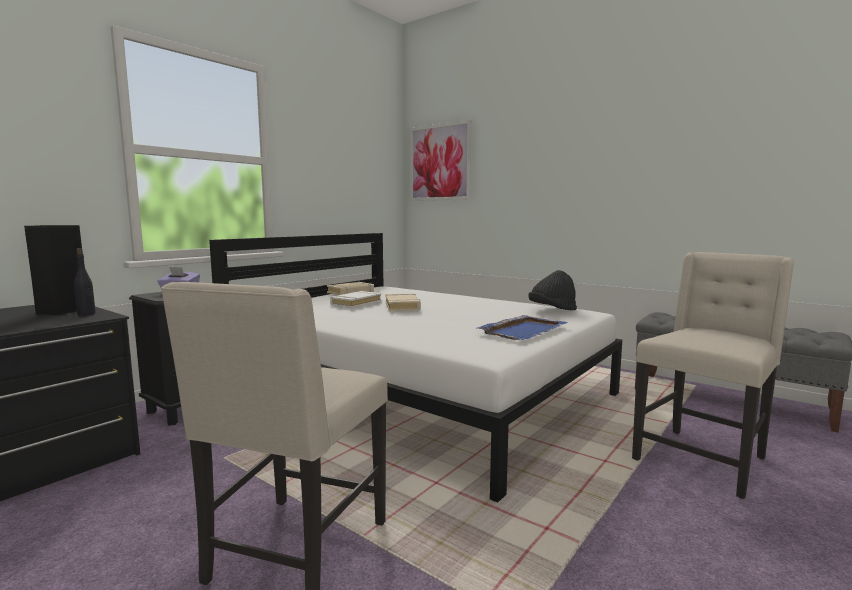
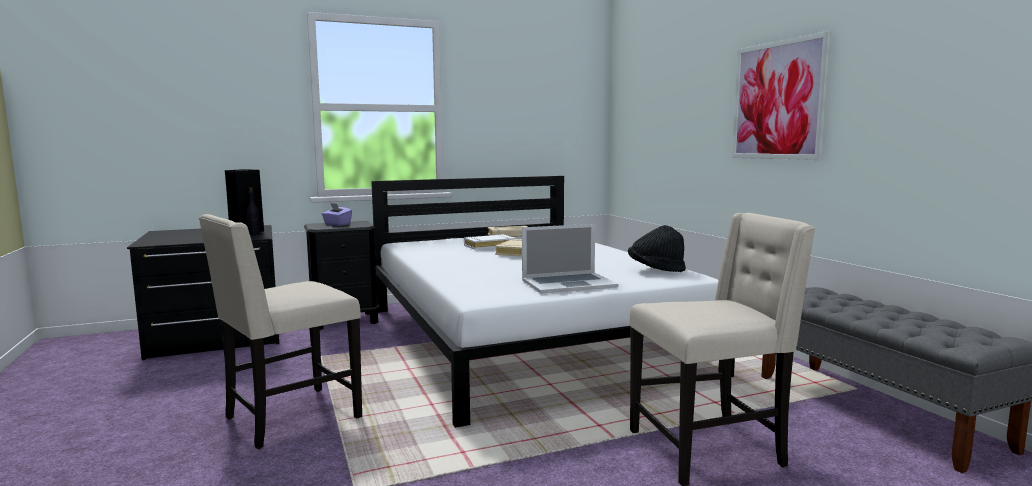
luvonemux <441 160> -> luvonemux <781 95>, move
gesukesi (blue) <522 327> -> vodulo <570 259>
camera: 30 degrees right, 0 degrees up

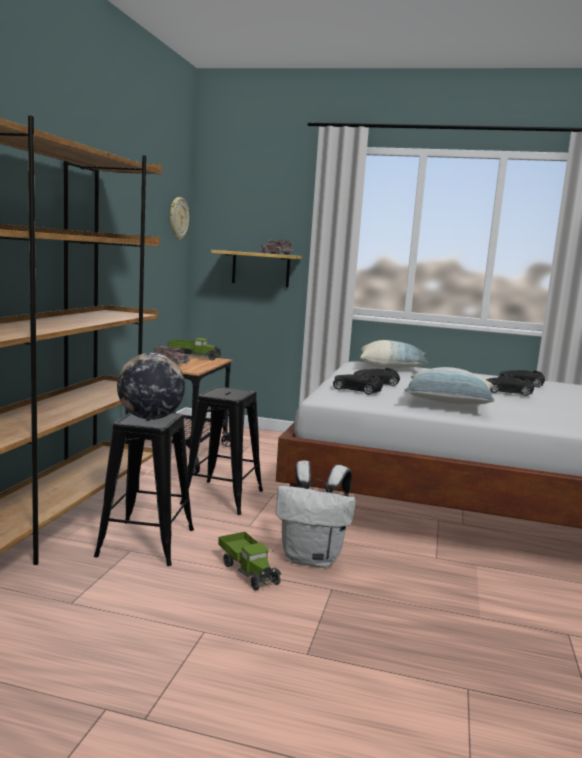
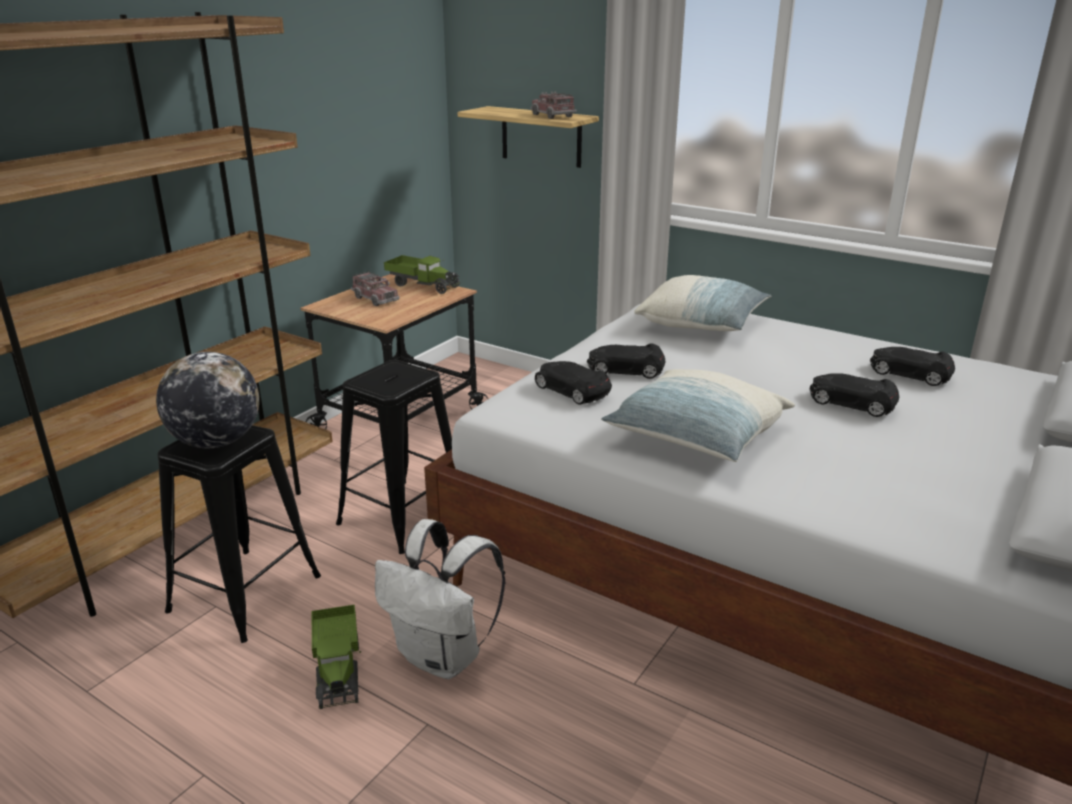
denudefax <179 218> -> none
camera: 20 degrees right, 15 degrees up

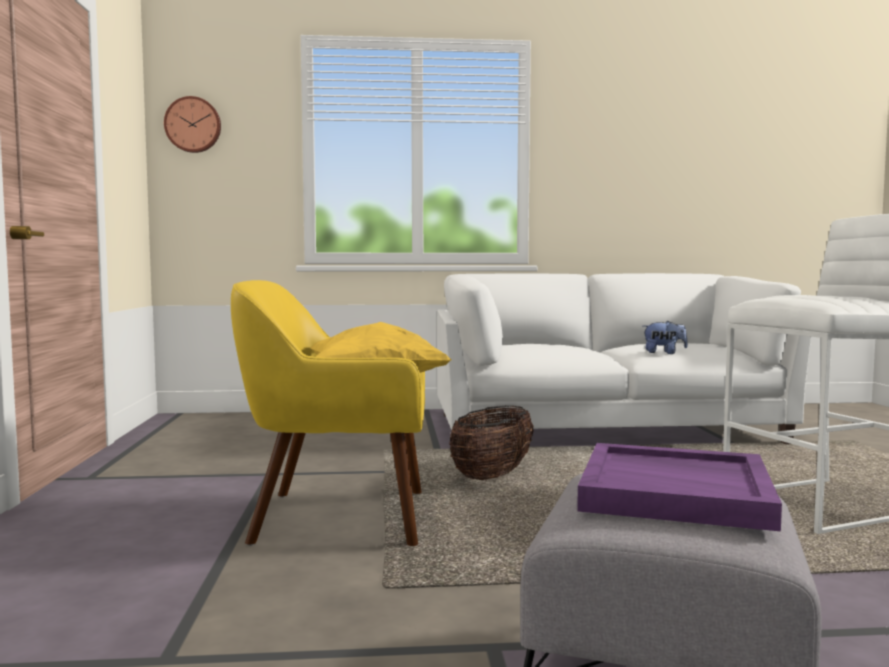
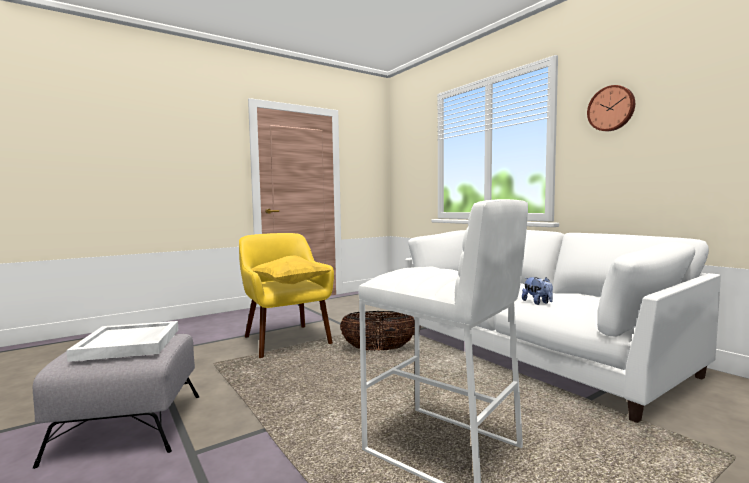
denudefax <192 124> -> denudefax <611 108>, move
gesukesi (purple) <679 487> -> gesukesi (white) <122 341>
camera: 60 degrees right, 0 degrees up

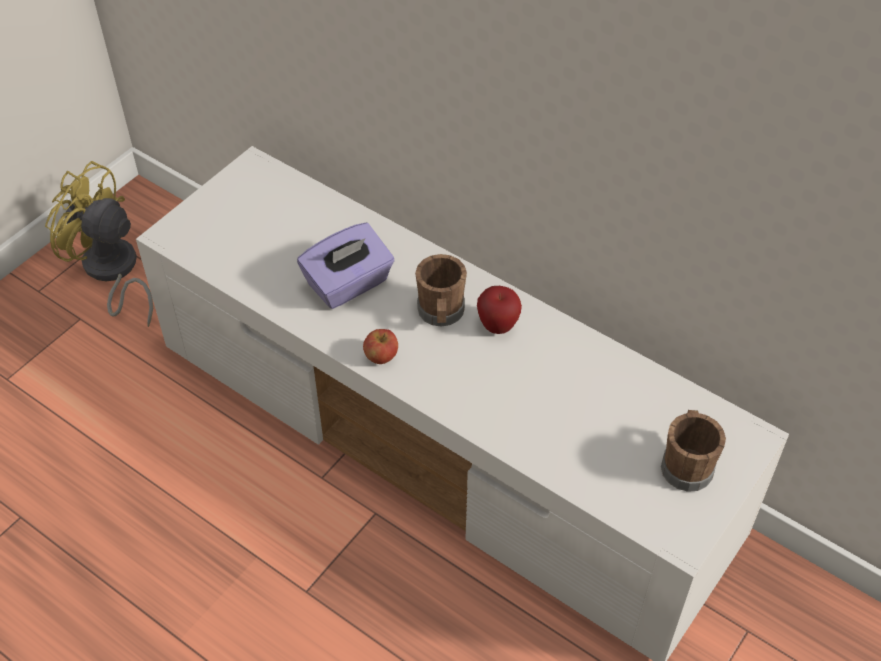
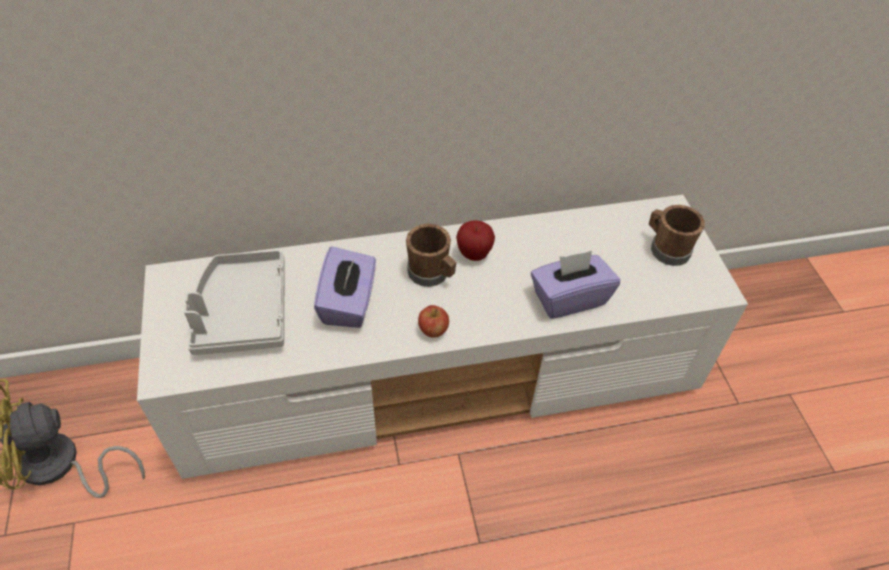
none -> gesukesi (grey) <234 302>
none -> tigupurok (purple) <575 285>
camera: 50 degrees left, 0 degrees up

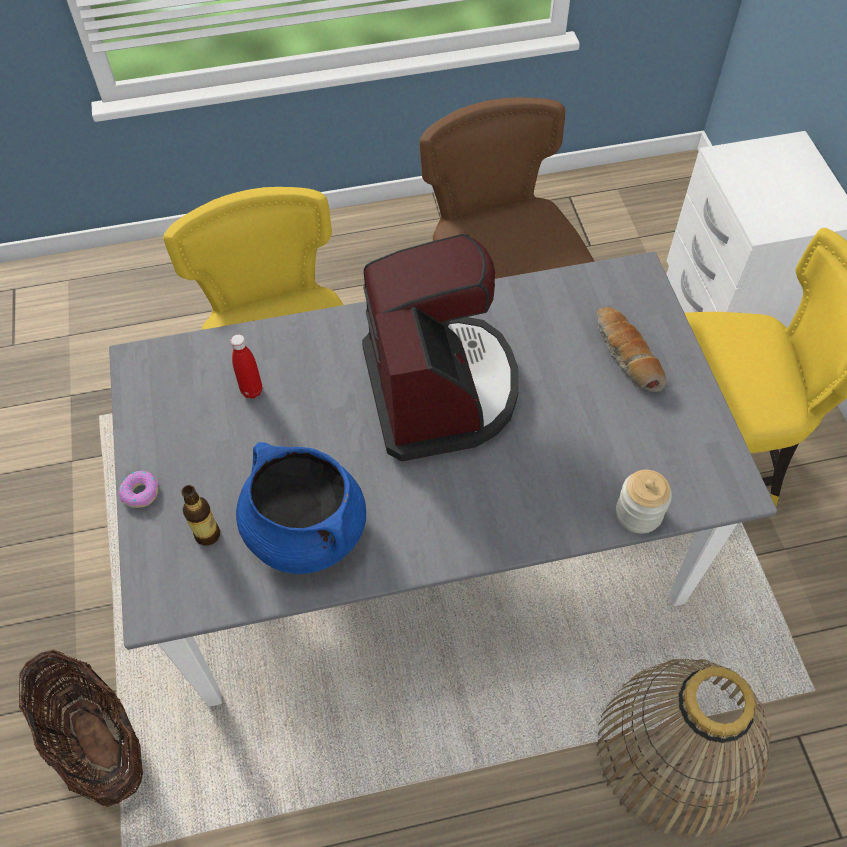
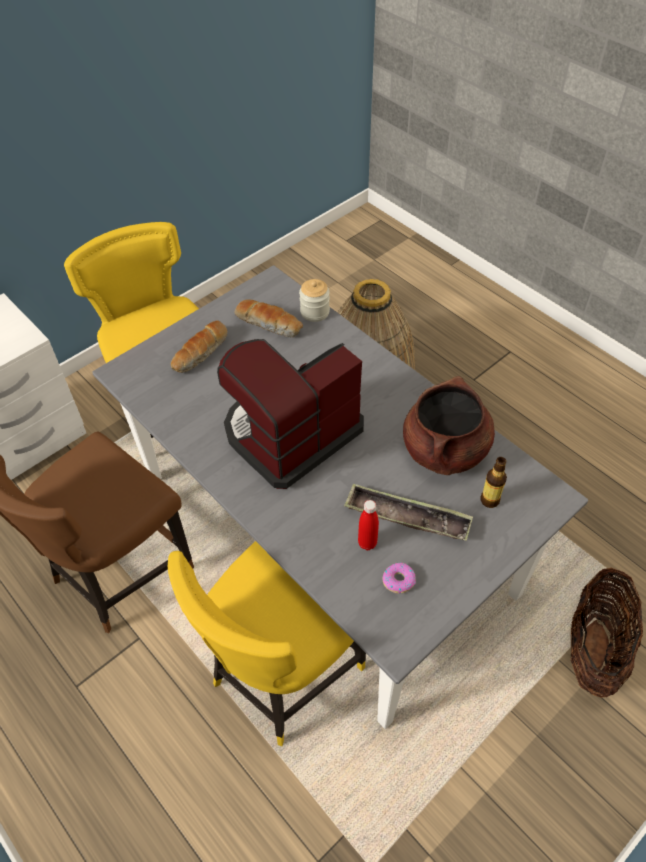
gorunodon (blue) <301 508> -> gorunodon (brown) <449 425>
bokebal <139 489> -> bokebal <399 578>, move
none -> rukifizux <269 318>
none -> gesukesi <408 512>
camera: 120 degrees left, 5 degrees down

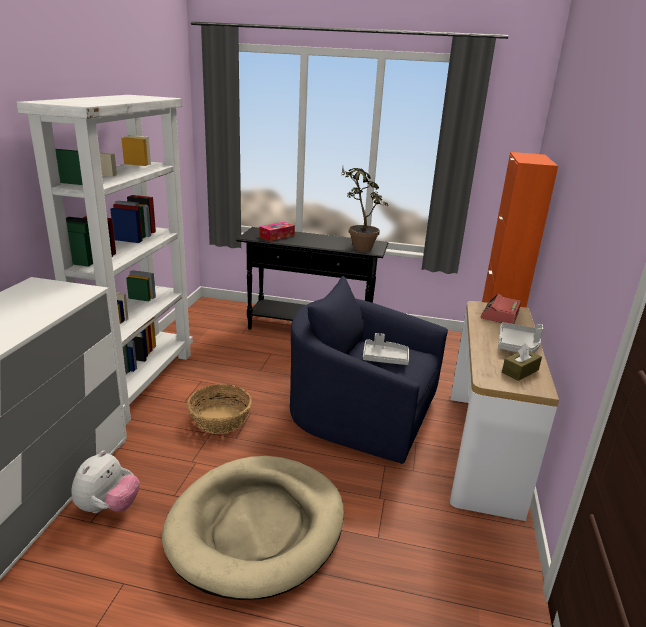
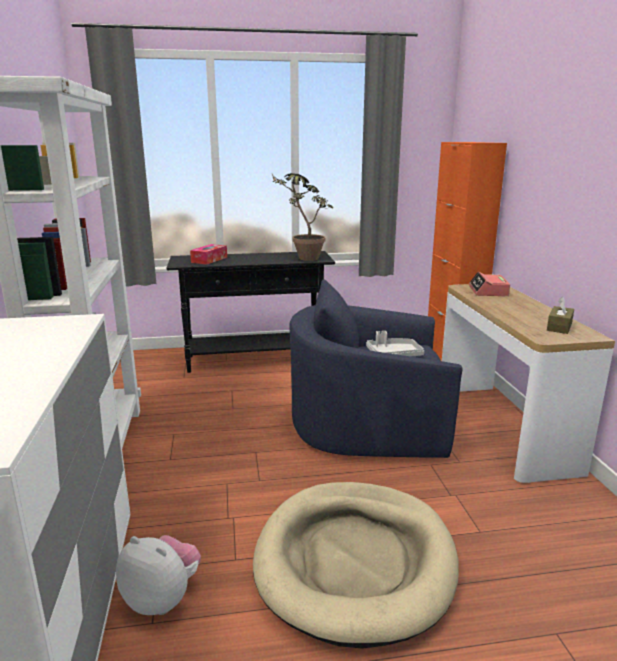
gesukesi (grey) <520 337> -> none
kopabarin <219 409> -> none
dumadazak <105 481> -> dumadazak <158 575>, 60 degrees counterclockwise
camera: 20 degrees left, 5 degrees down

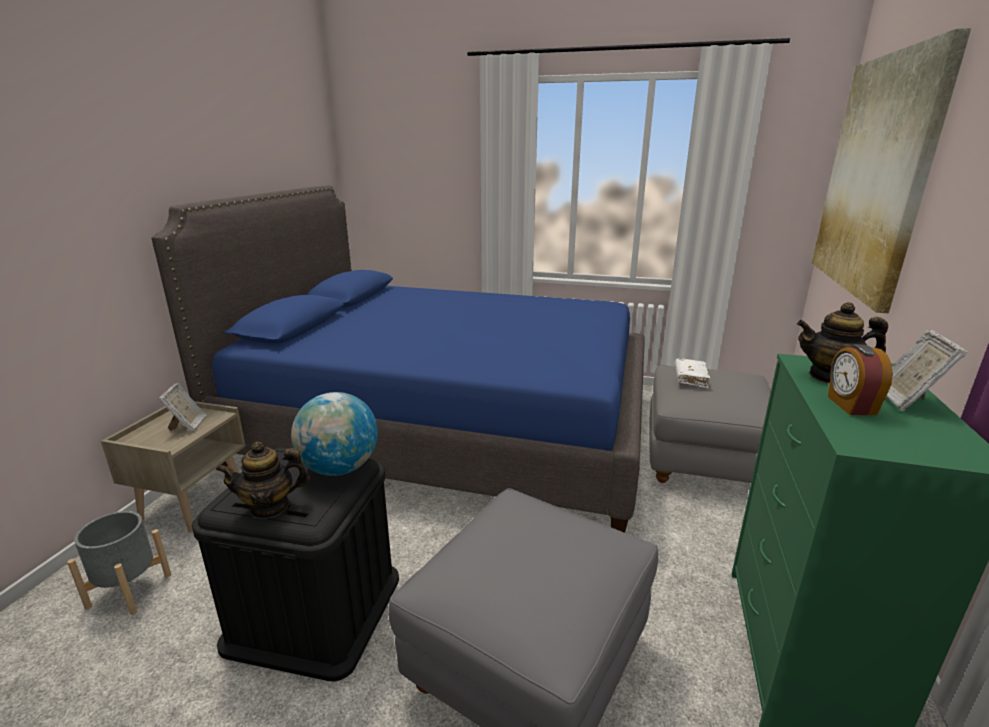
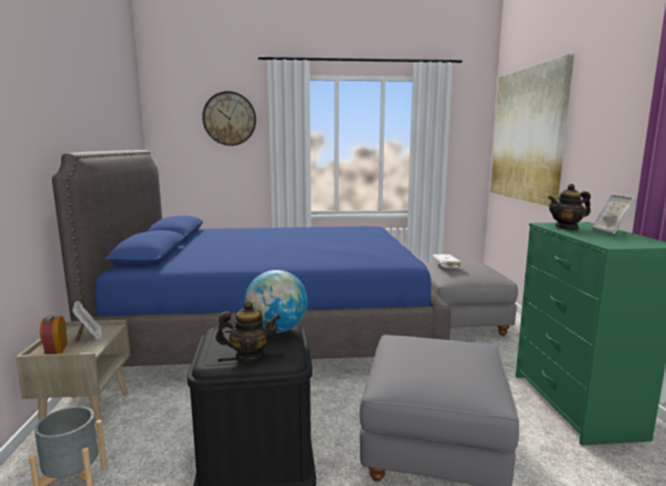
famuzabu <860 379> -> famuzabu <53 334>, move
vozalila <263 480> -> vozalila <248 331>, 150 degrees counterclockwise
none -> denudefax <229 118>
camera: 20 degrees left, 10 degrees down

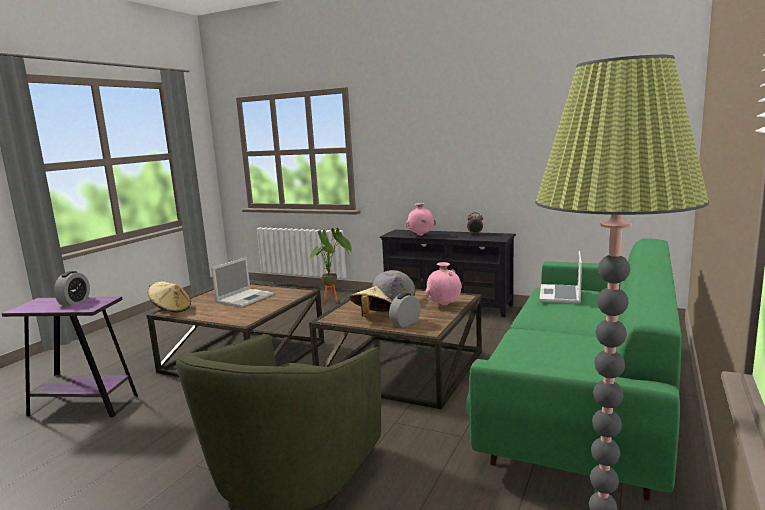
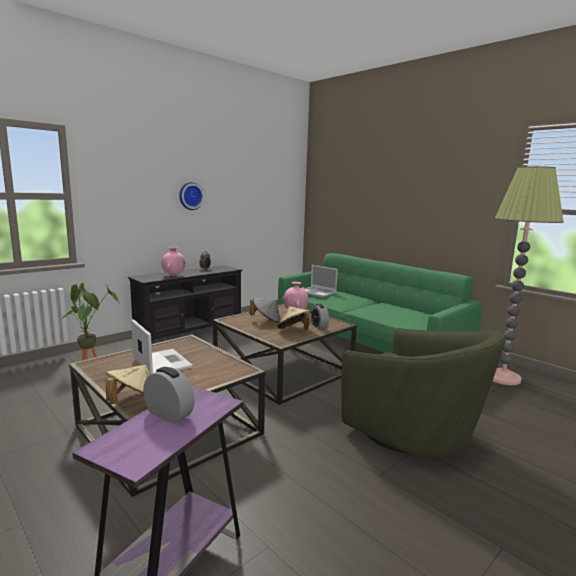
none -> denudefax <191 196>
camera: 70 degrees left, 0 degrees up

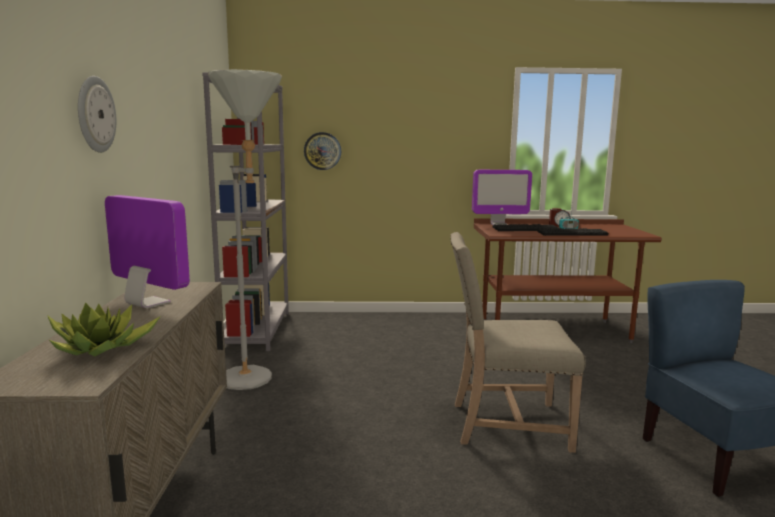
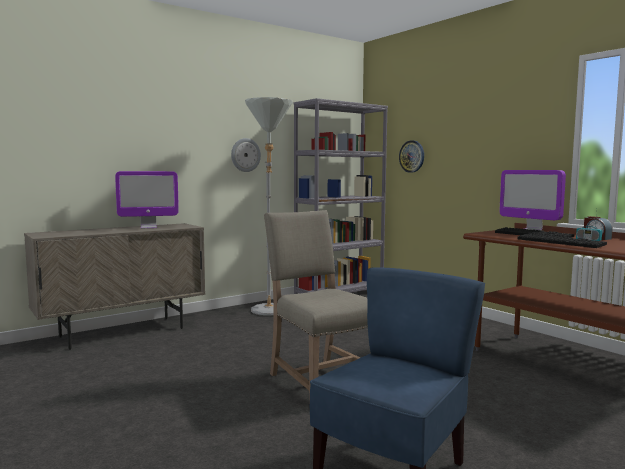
denudefax <97 114> -> denudefax <246 155>, move
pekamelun <147 251> -> pekamelun <147 200>, 75 degrees clockwise
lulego <103 329> -> none
camera: 55 degrees right, 5 degrees down

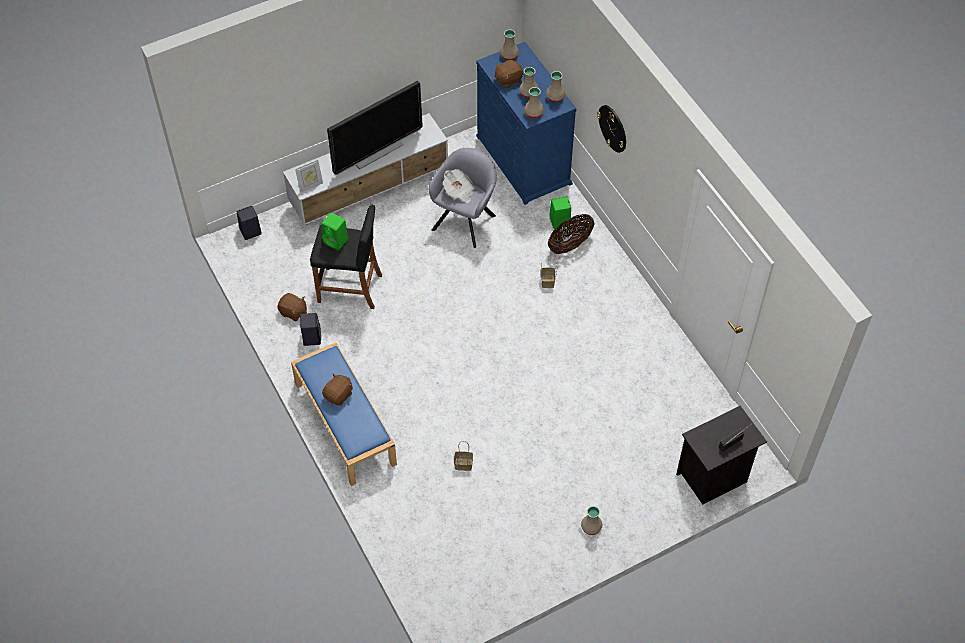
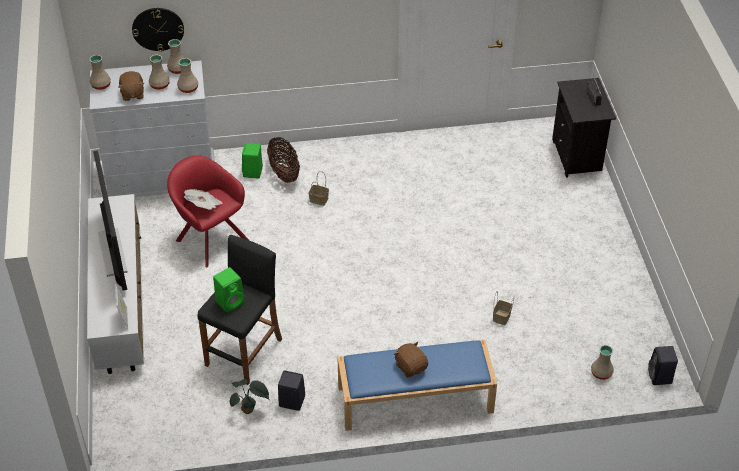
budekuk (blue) <526 123> -> budekuk (white) <152 129>
denudefax <611 129> -> denudefax <158 30>, move
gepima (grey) <463 198> -> gepima (red) <208 211>
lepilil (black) <249 223> -> lepilil (black) <663 365>, move
dumadazak (brown) <292 307> -> lulego <249 396>
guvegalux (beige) <591 520> -> guvegalux (beige) <602 362>, move
camera: 70 degrees left, 10 degrees down

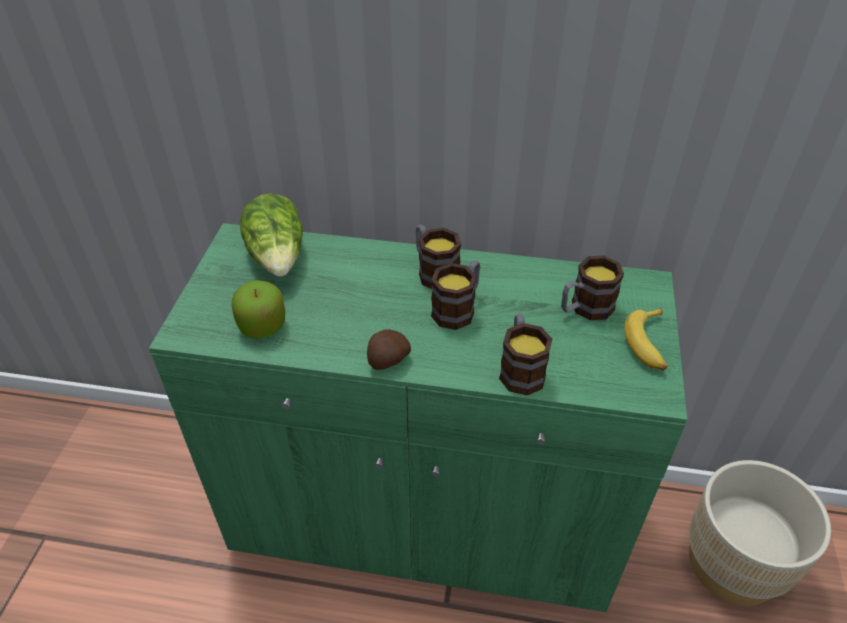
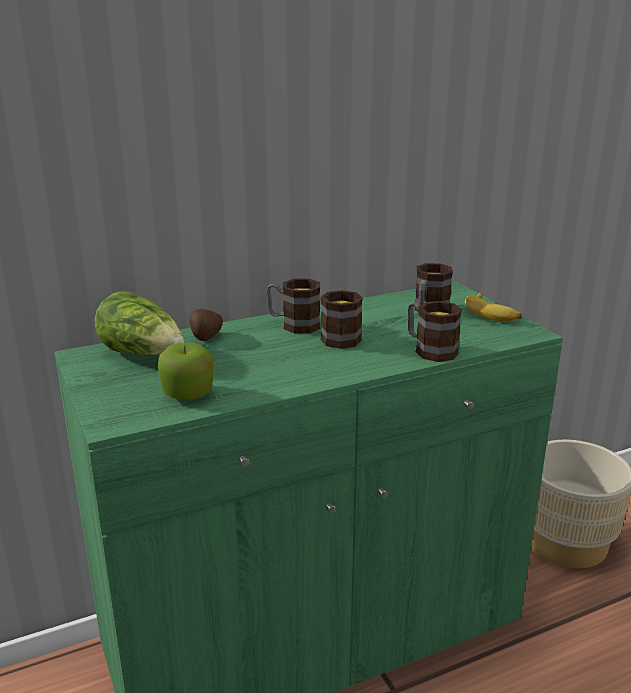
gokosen <389 349> -> gokosen <206 325>, move
camera: 35 degrees left, 20 degrees down

